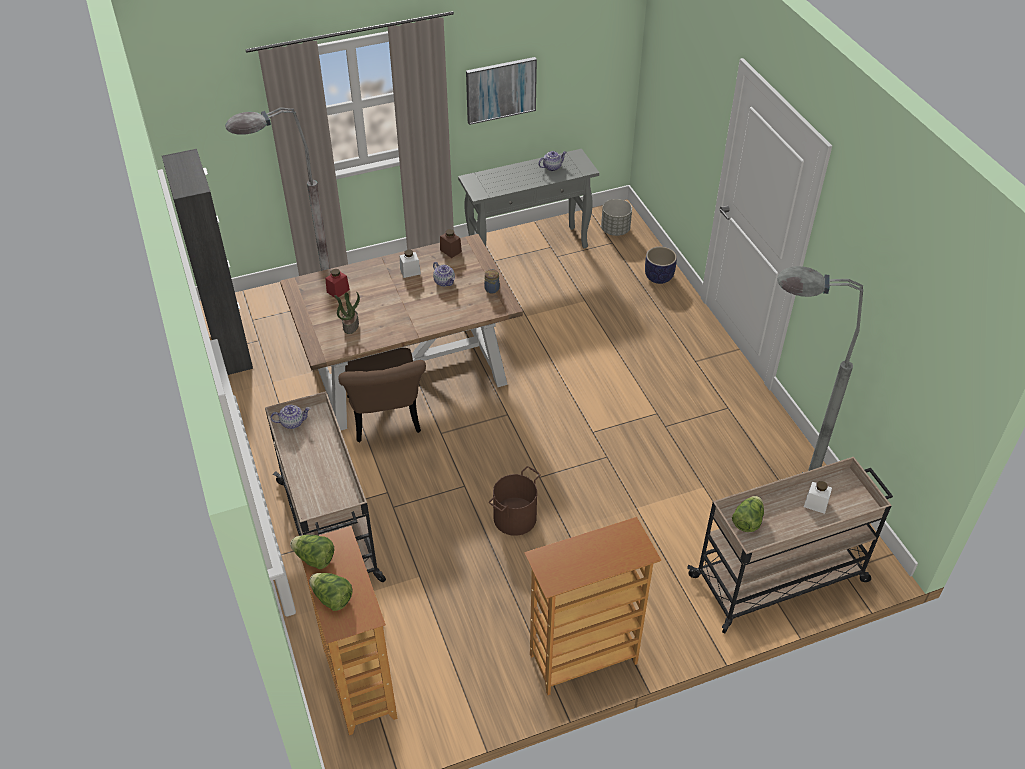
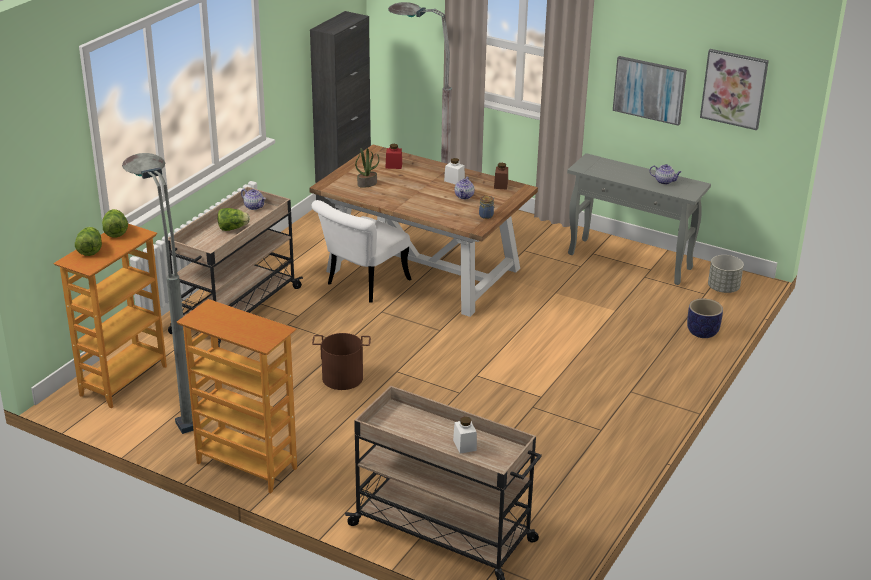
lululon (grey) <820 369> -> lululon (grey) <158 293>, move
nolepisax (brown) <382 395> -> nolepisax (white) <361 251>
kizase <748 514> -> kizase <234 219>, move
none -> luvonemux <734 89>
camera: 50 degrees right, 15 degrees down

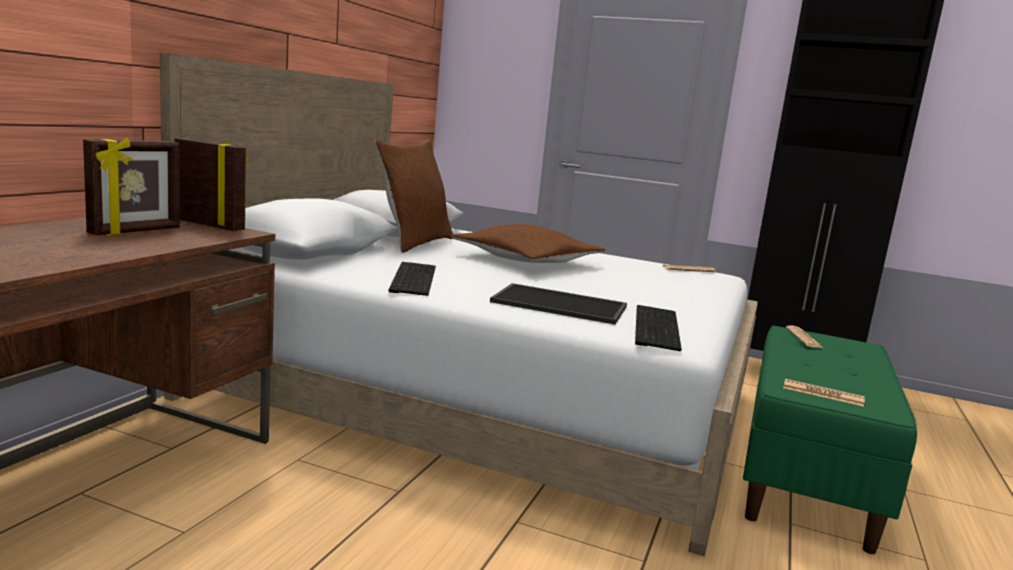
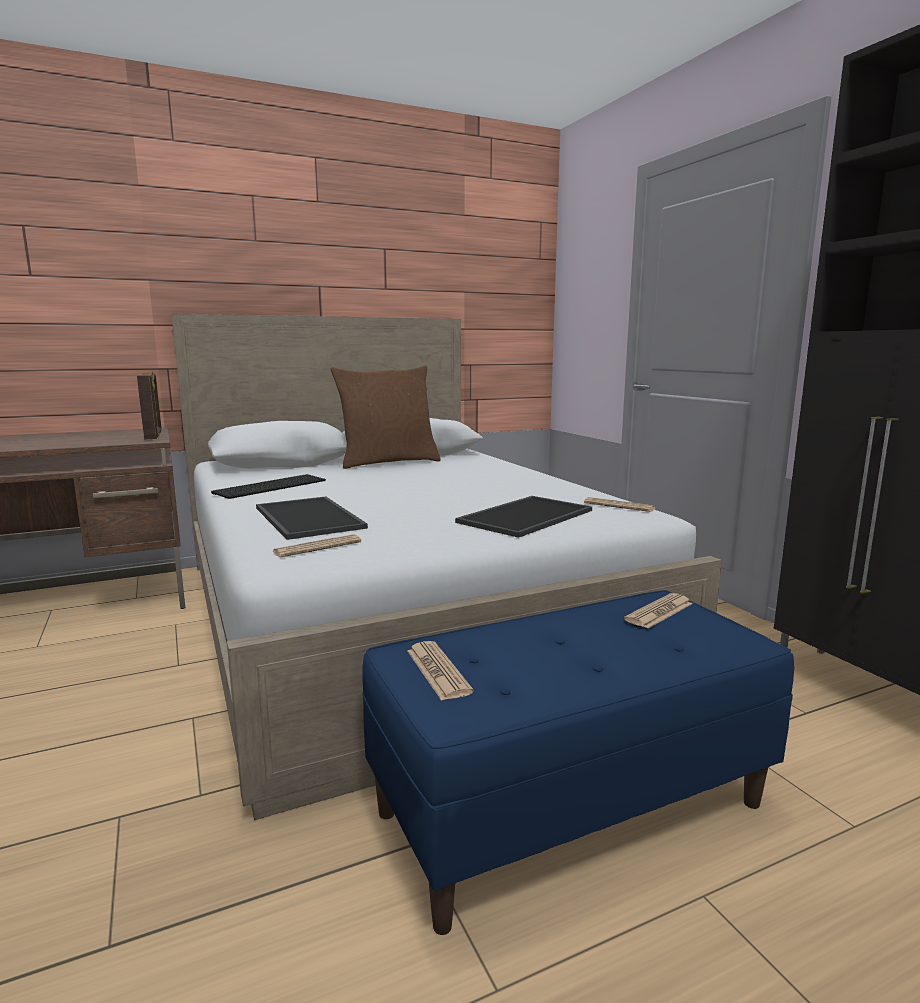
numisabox <131 186> -> none
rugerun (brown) <528 243> -> none
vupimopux <658 328> -> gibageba <316 545>
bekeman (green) <830 439> -> bekeman (blue) <578 762>
none -> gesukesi <523 517>
camera: 45 degrees right, 0 degrees up

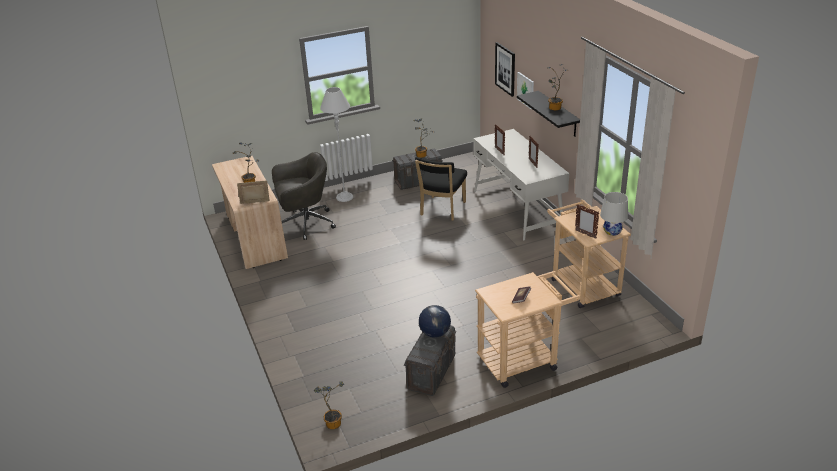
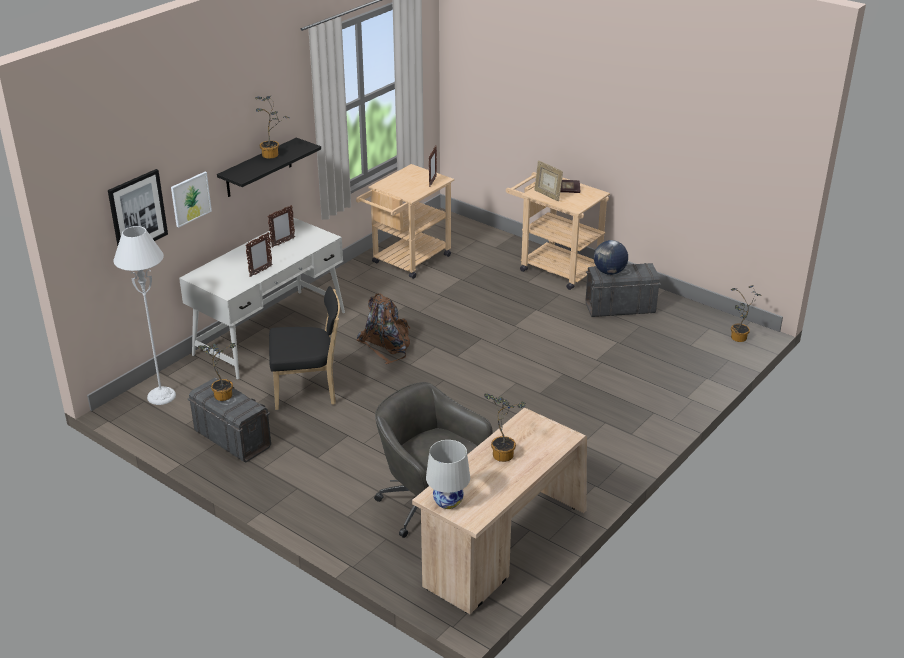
lululon (grey) <336 144> -> lululon (grey) <144 315>, move
numisabox <253 192> -> numisabox <548 180>, move
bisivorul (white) <614 214> -> bisivorul (white) <448 474>, move
none -> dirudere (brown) <384 328>
camera: 120 degrees left, 0 degrees up

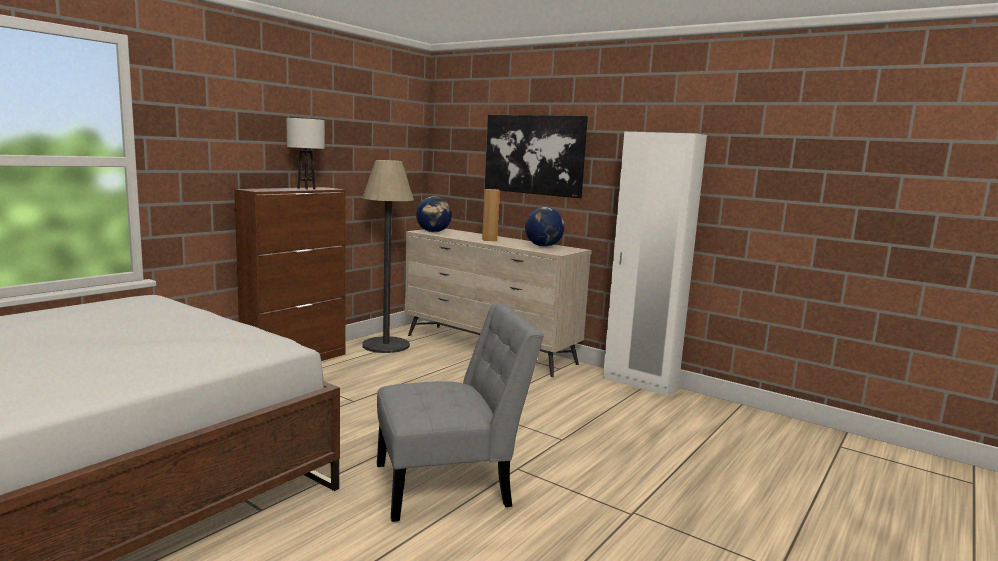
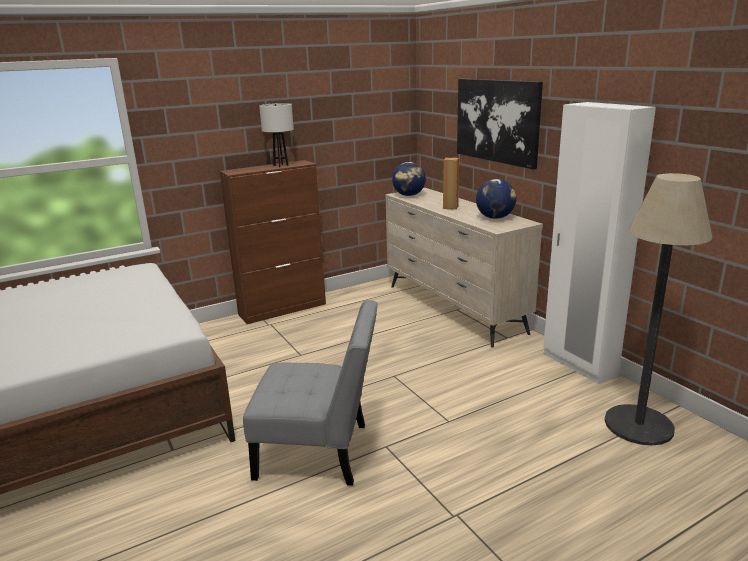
lululon <388 256> -> lululon <658 309>, move
camera: 25 degrees right, 10 degrees up

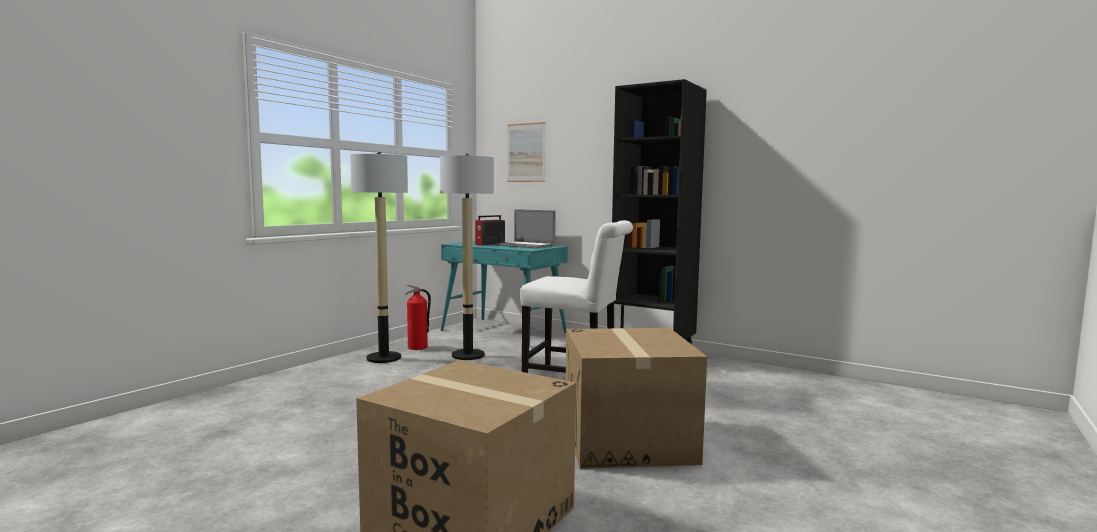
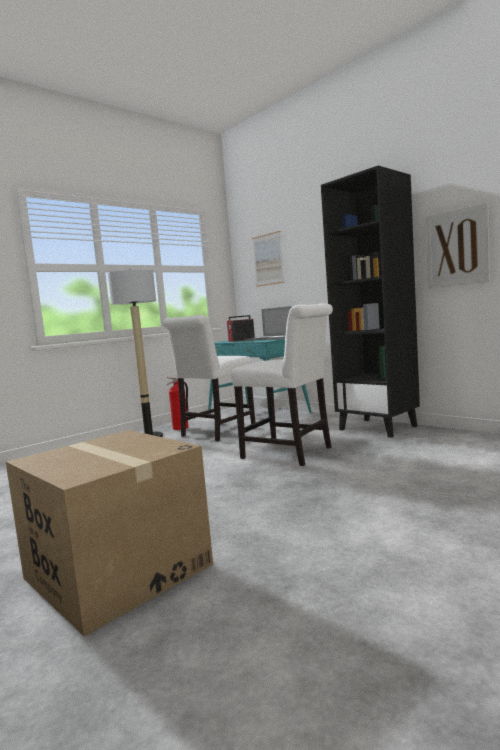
lululon <467 257> -> nolepisax (white) <209 378>
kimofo <636 398> -> none
none -> luvonemux <458 245>
camera: 15 degrees right, 0 degrees up

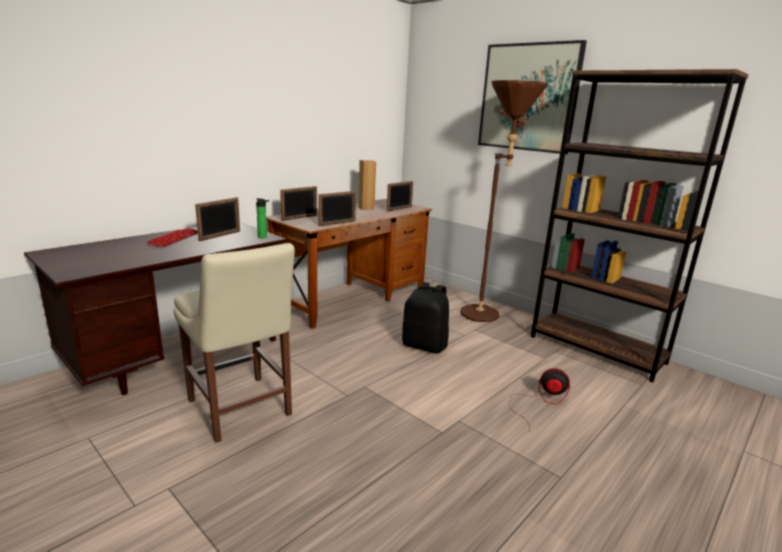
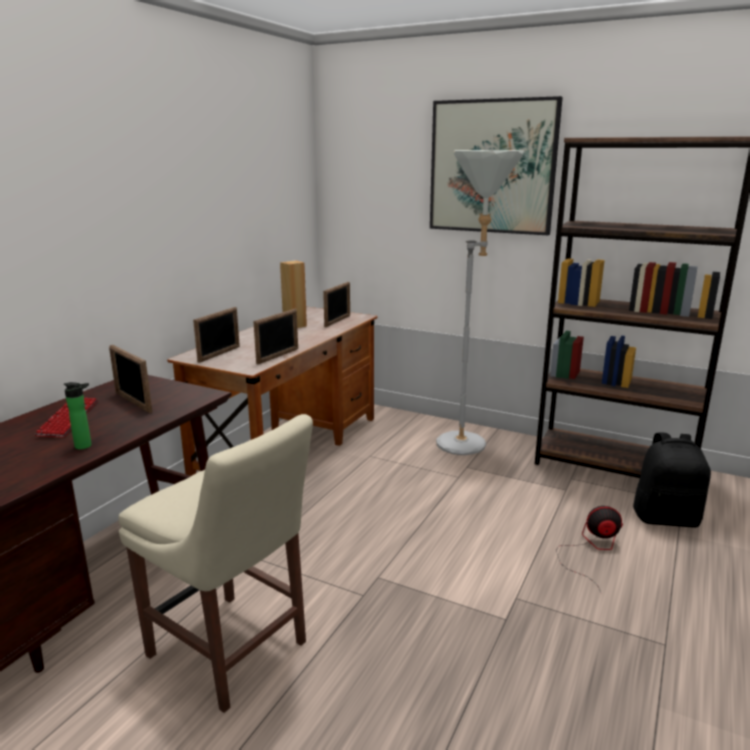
lululon (brown) <504 201> -> lululon (grey) <480 302>
numisabox <217 219> -> numisabox <130 379>, 120 degrees clockwise
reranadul <262 218> -> reranadul <78 415>, move
dirudere (black) <425 317> -> dirudere (black) <672 480>, move
camera: 15 degrees left, 0 degrees up

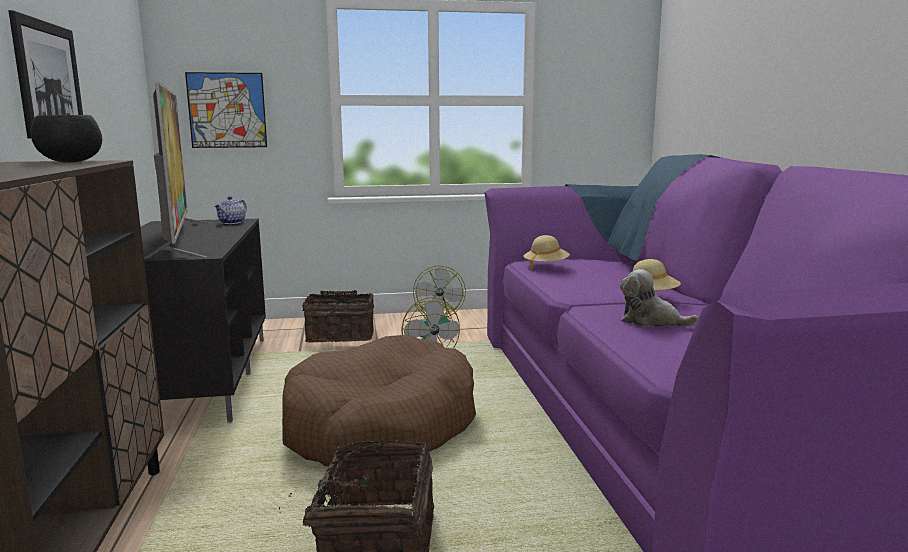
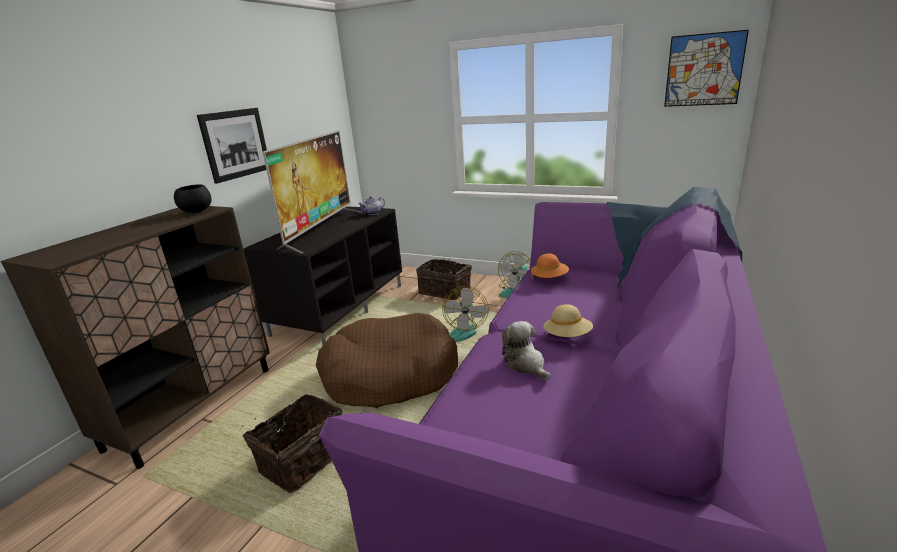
luvonemux <226 110> -> luvonemux <706 68>, move
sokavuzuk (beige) <547 252> -> sokavuzuk (orange) <550 265>
camera: 35 degrees right, 10 degrees up

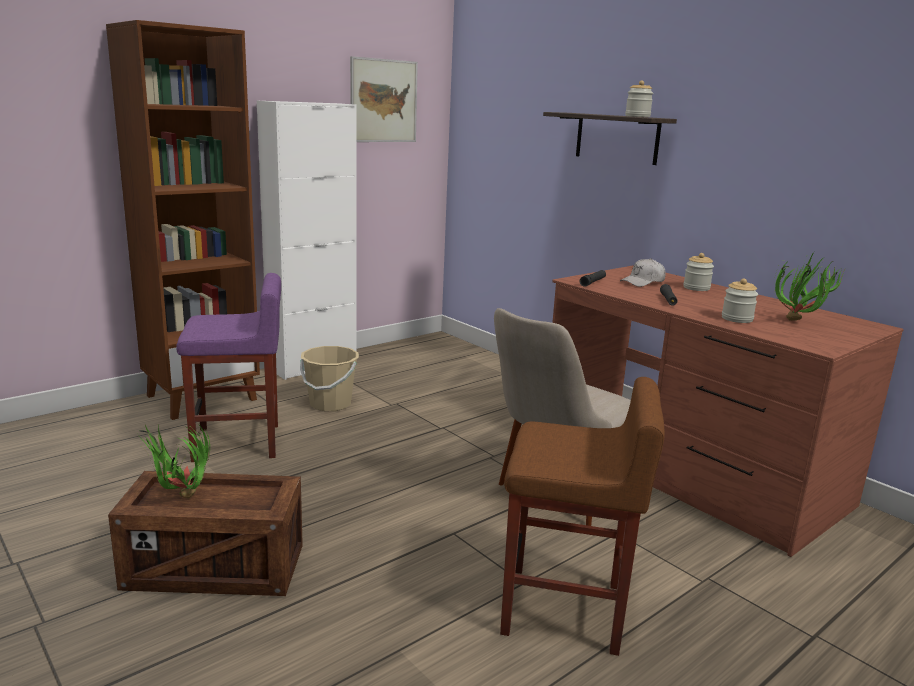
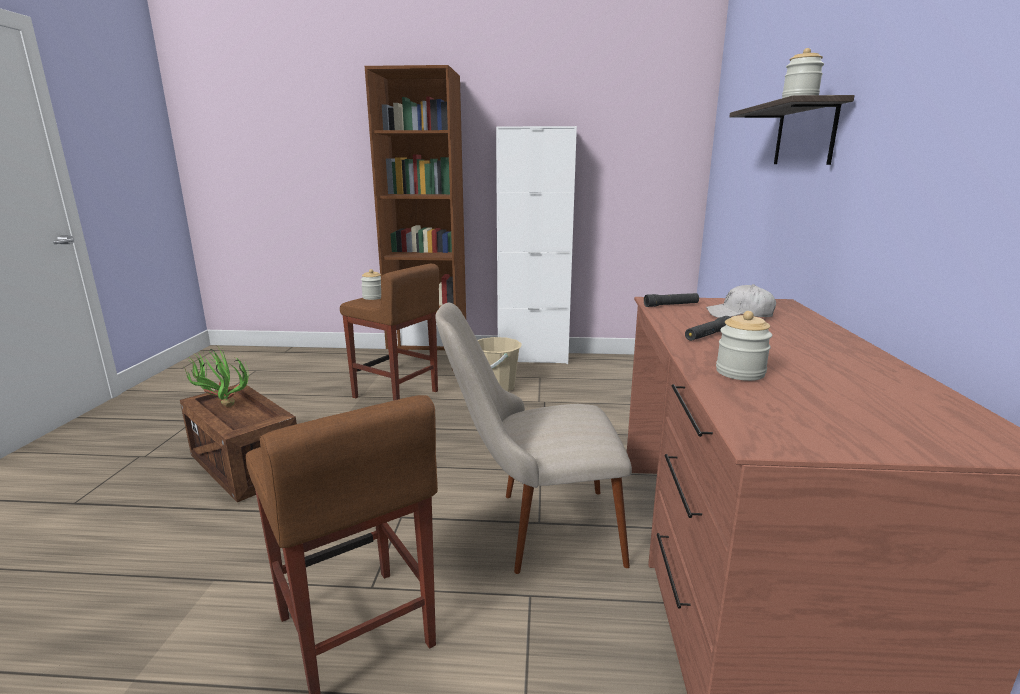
luvonemux <384 99> -> none
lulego <809 286> -> none
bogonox <698 272> -> bogonox <371 284>, move
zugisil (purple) <228 367> -> zugisil (brown) <389 332>
camera: 45 degrees right, 0 degrees up

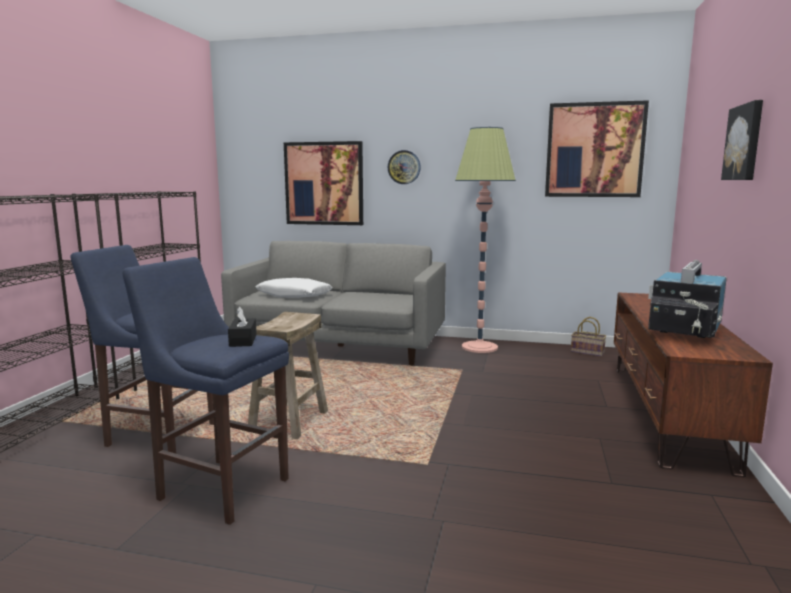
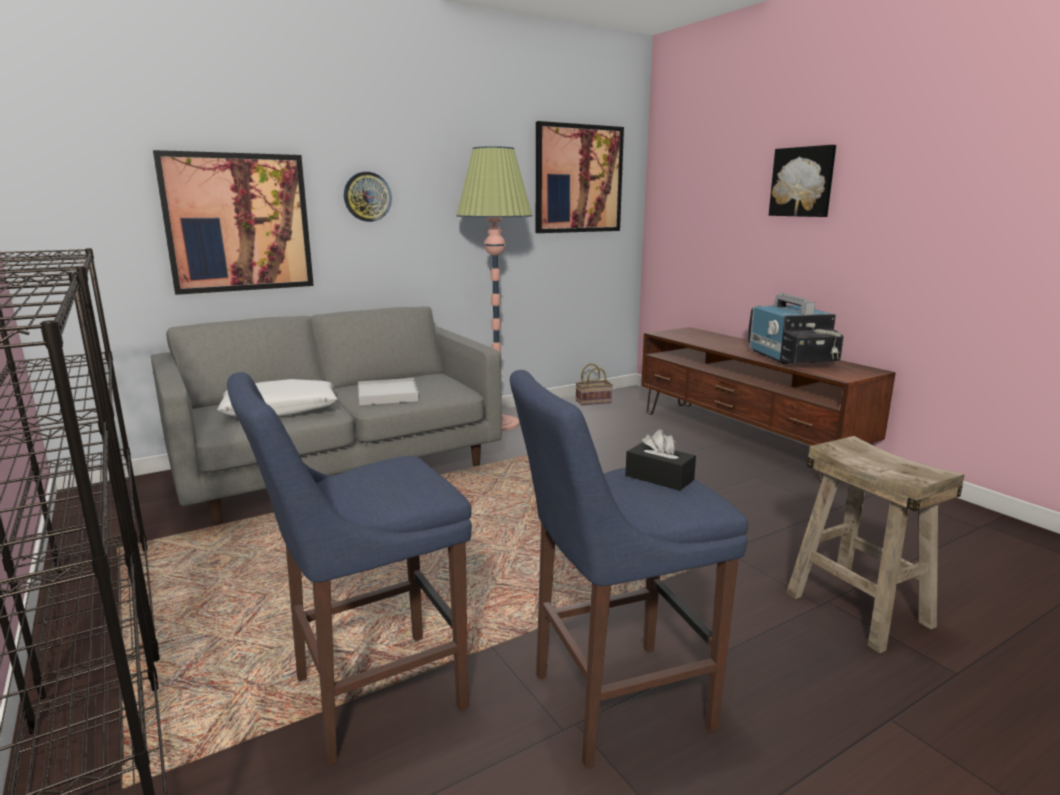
zugisil (beige) <287 375> -> zugisil (beige) <875 544>, move
none -> gesukesi (white) <388 391>
camera: 45 degrees left, 5 degrees up

